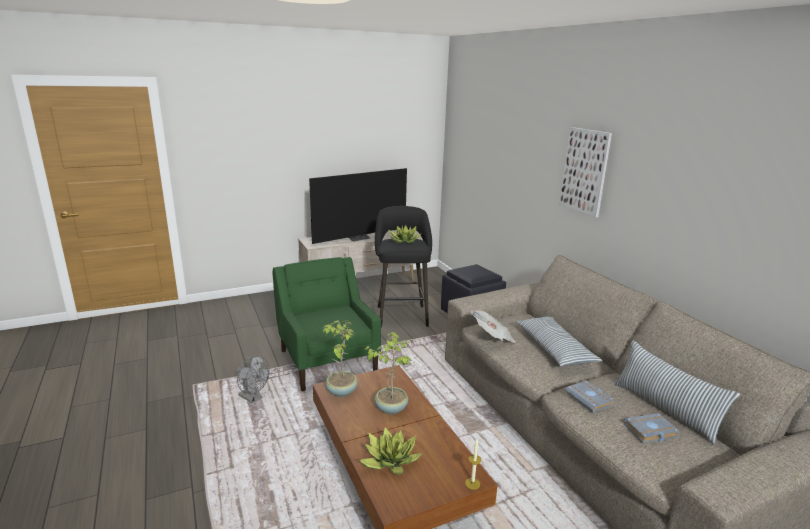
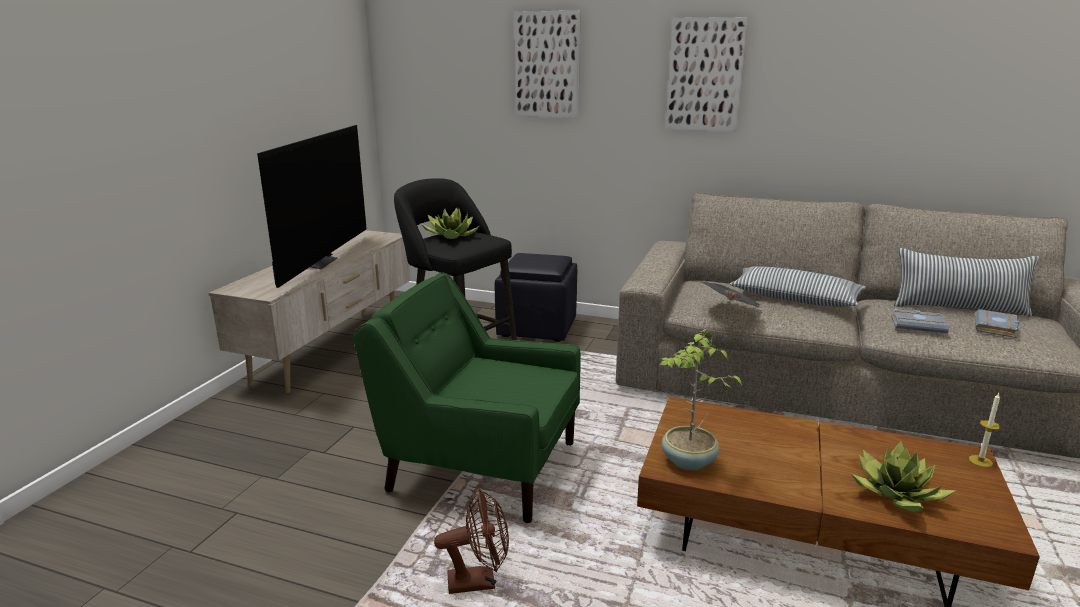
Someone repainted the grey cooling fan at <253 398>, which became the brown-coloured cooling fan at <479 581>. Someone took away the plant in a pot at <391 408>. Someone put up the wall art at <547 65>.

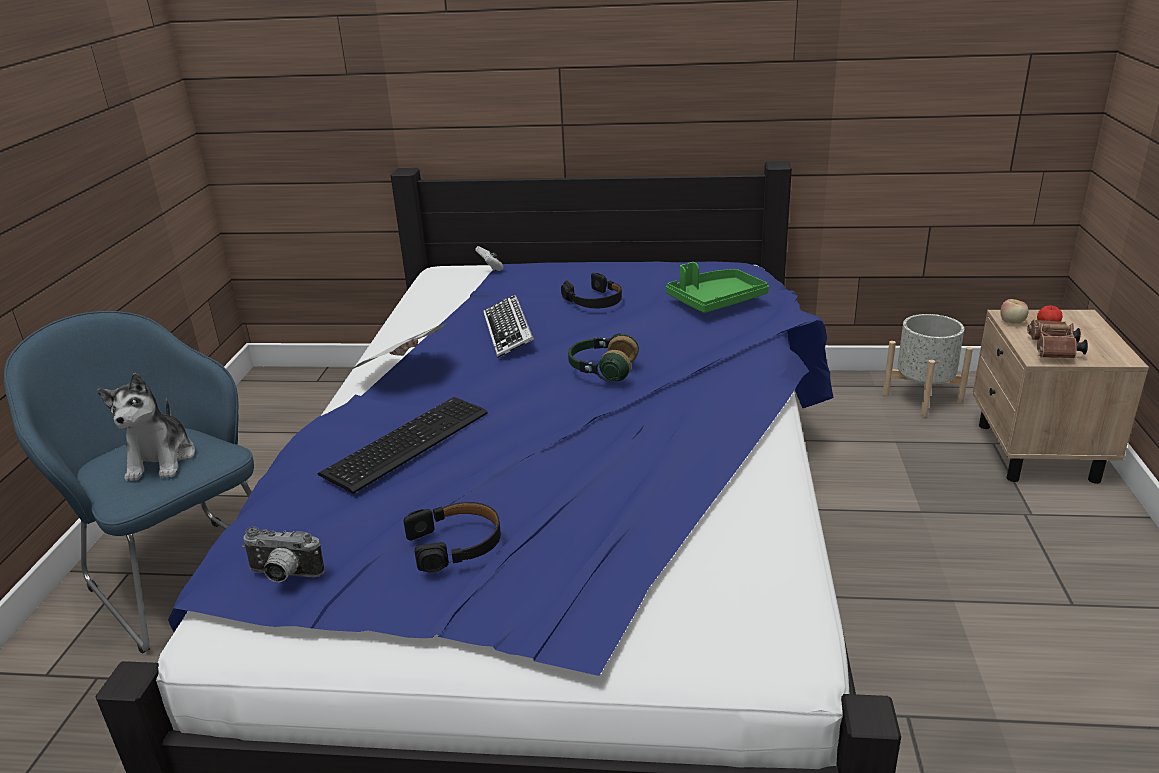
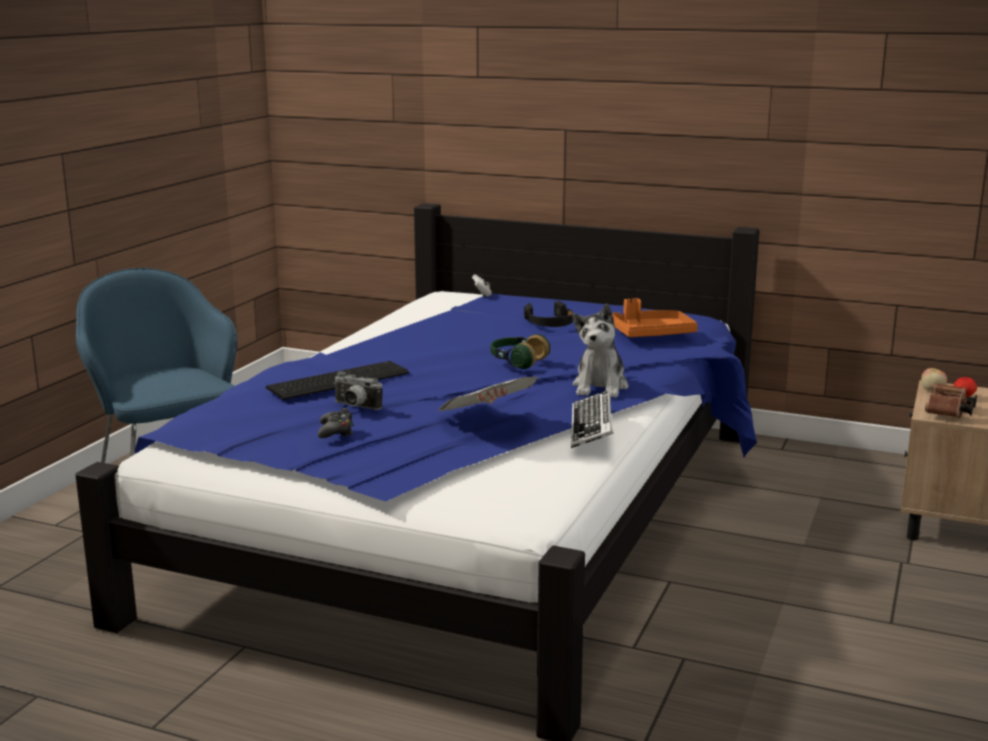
Someone carried the plush toy from <161 460> to <600 387>. Someone carried the still camera from <283 576> to <355 407>. Someone carried the printed paper from <401 371> to <487 420>. Someone swapped the black pair of headphones at <456 544> for the black gamepad at <336 431>. Someone carried the computer keyboard from <508 332> to <591 427>. Someone repainted the green-coloured carrying tray at <715 301>, which became the orangey carrying tray at <651 334>. Someone took away the grey plant pot at <922 398>.

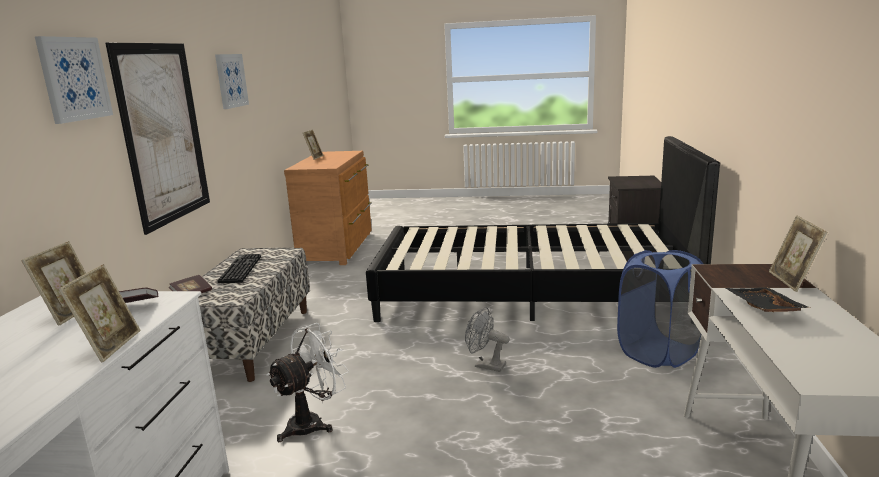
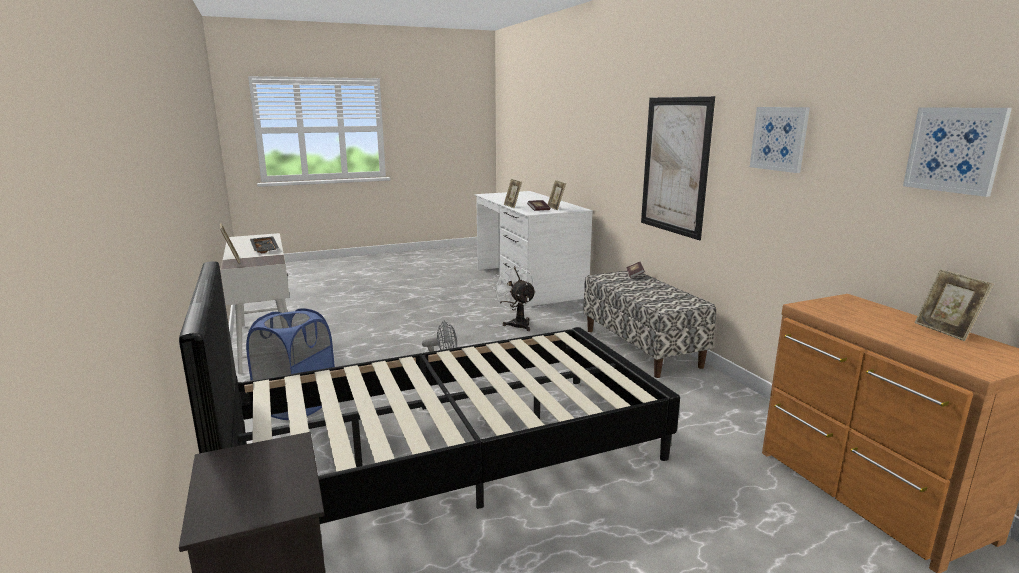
Someone carried the wall art from <74 79> to <954 150>. Someone took away the computer keyboard at <239 269>. Someone rotated the whitish cooling fan at <312 423> by 135 degrees clockwise.

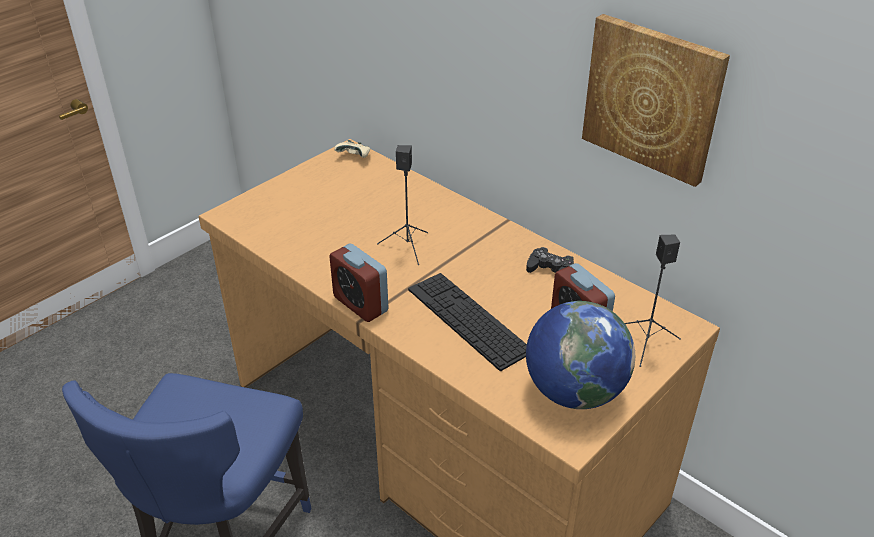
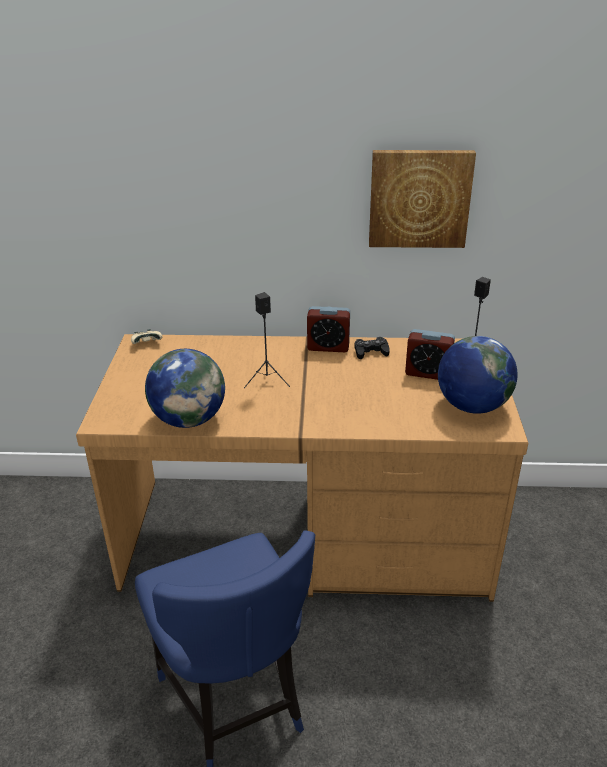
Someone carried the table clock from <360 304> to <328 347>. Someone took away the computer keyboard at <468 319>. Someone put down the desk globe at <189 419>.

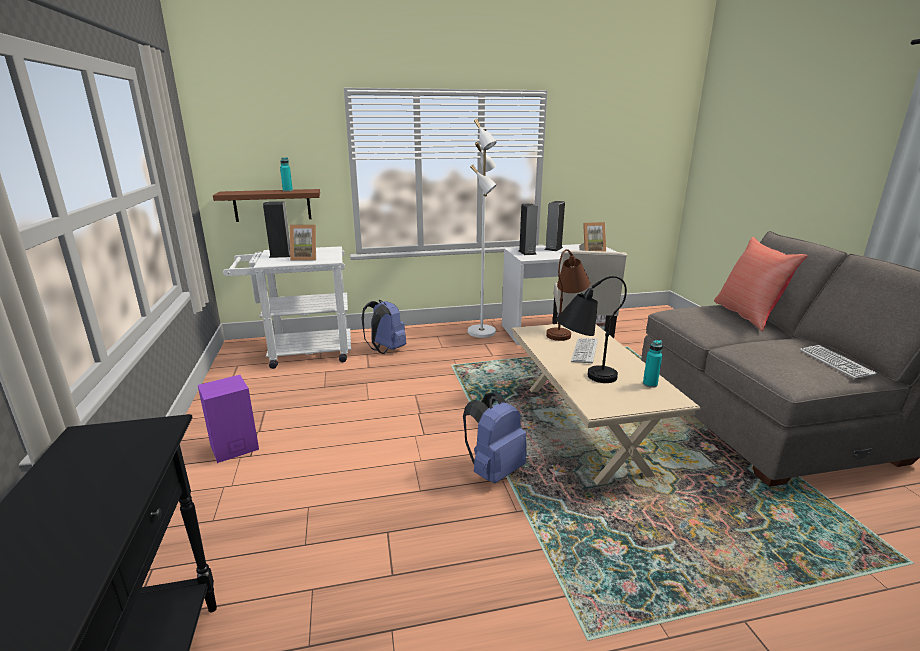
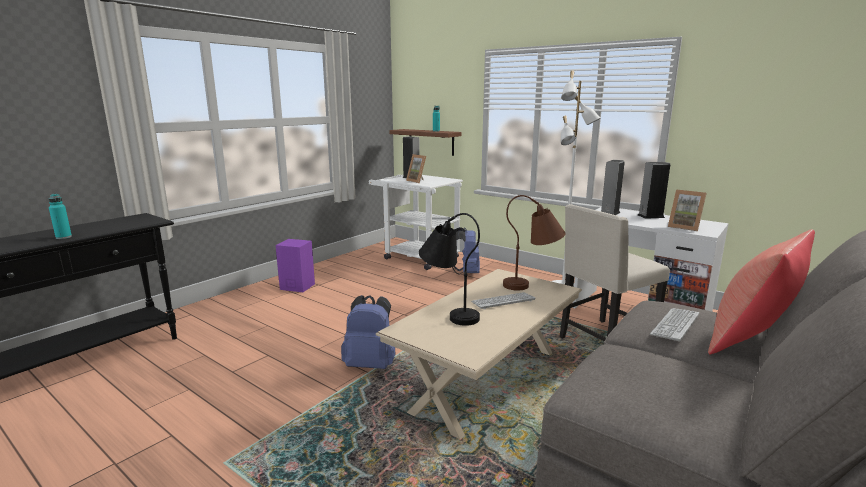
Someone carried the turquoise-coloured drink bottle from <650 384> to <63 237>. Someone carried the computer keyboard from <835 362> to <675 325>.

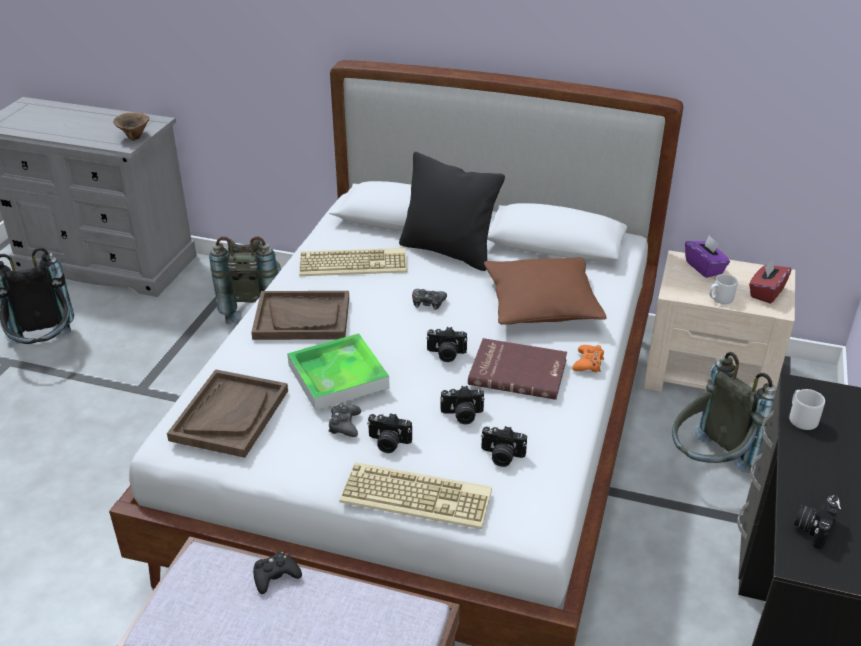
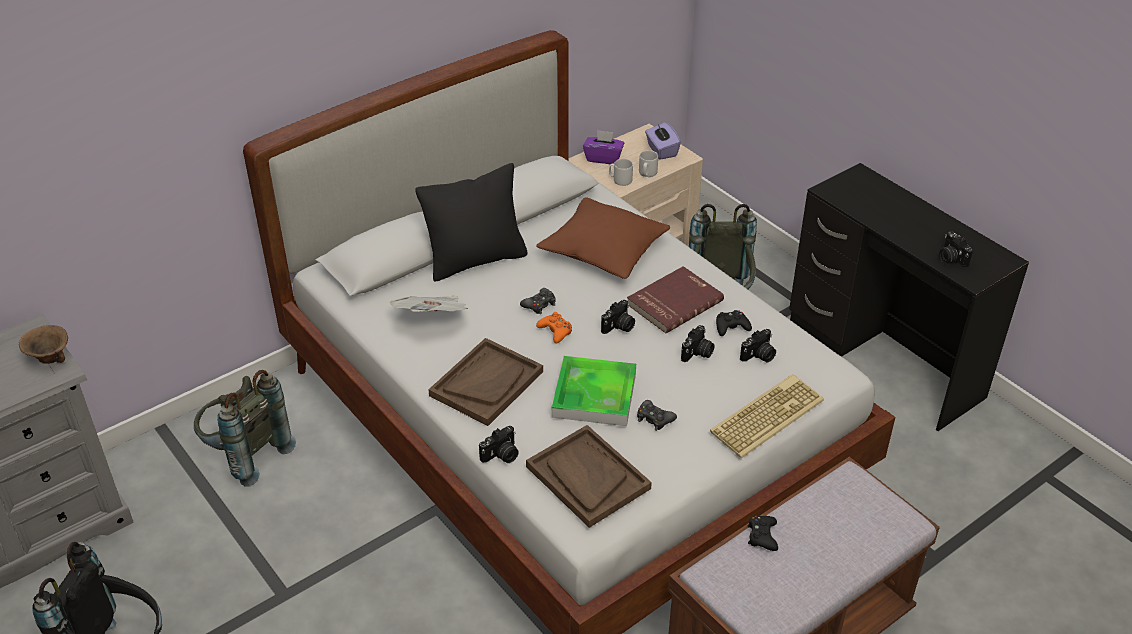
Someone swapped the computer keyboard at <354 263> for the printed paper at <433 319>. Someone carried the still camera from <388 443> to <501 455>. Someone carried the orangey gamepad from <588 363> to <555 331>. Someone repainted the red-coloured box of tissues at <766 292>, which became the purplish box of tissues at <661 150>. Someone carried the grey mug from <801 418> to <620 180>. Someone put down the black gamepad at <731 327>.

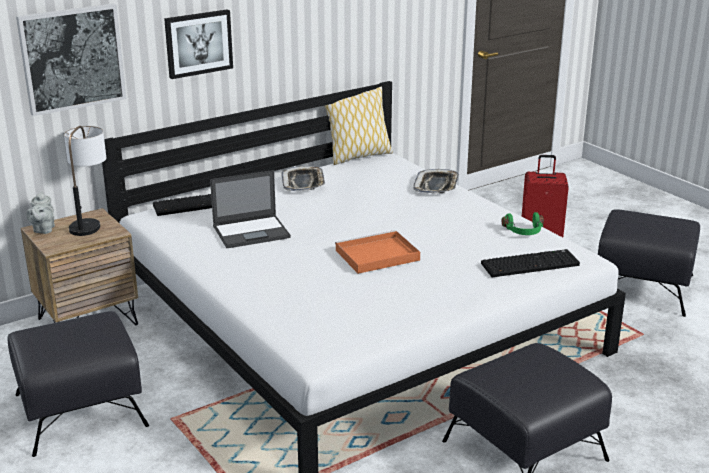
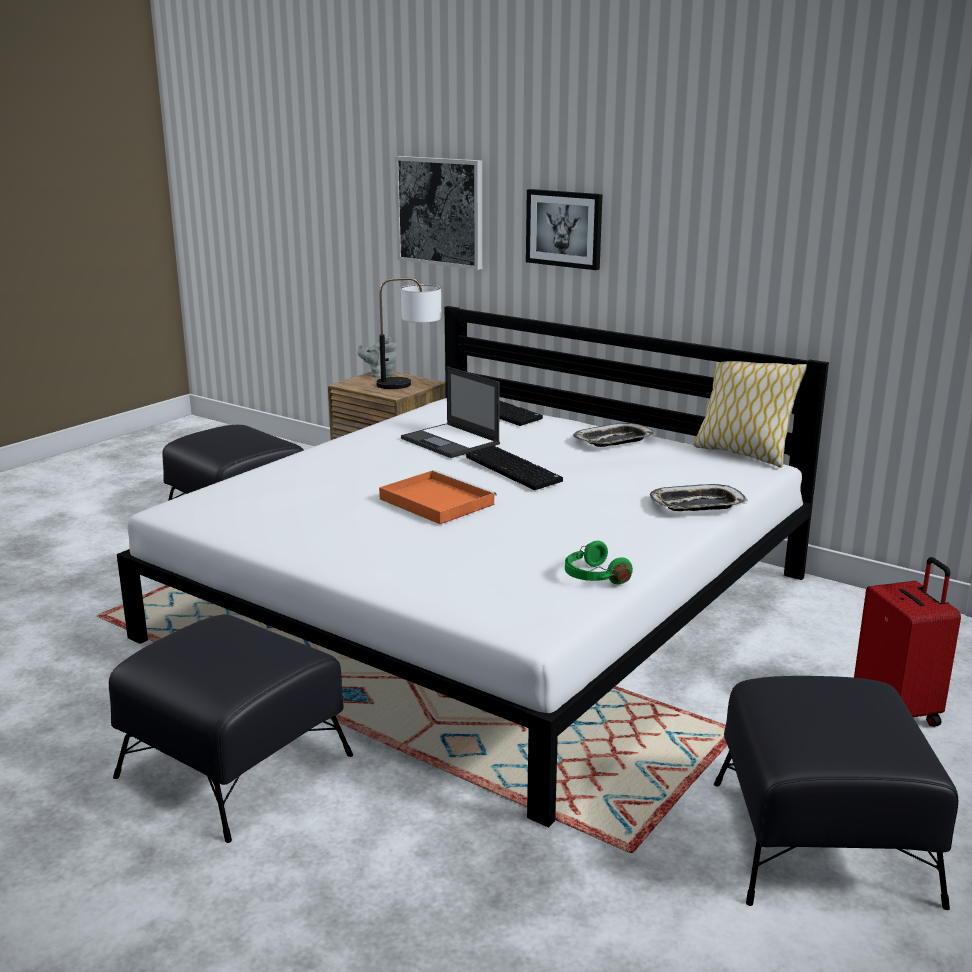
Someone carried the computer keyboard from <530 264> to <515 469>.

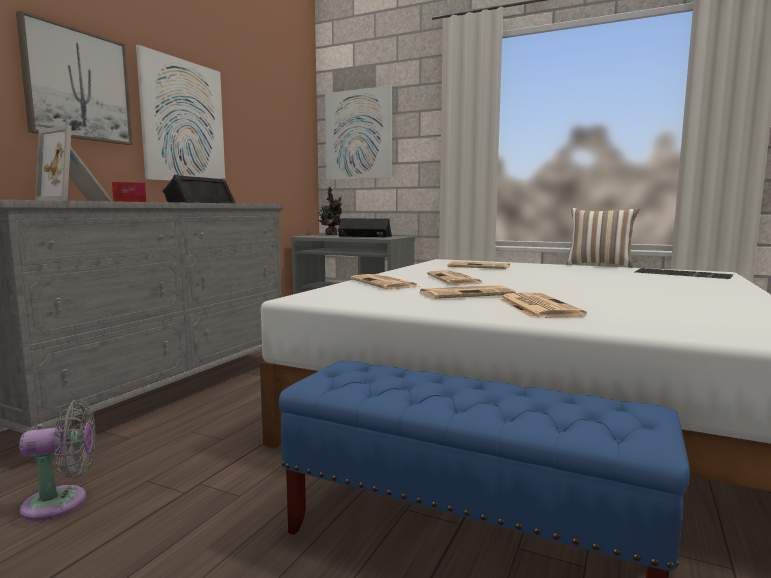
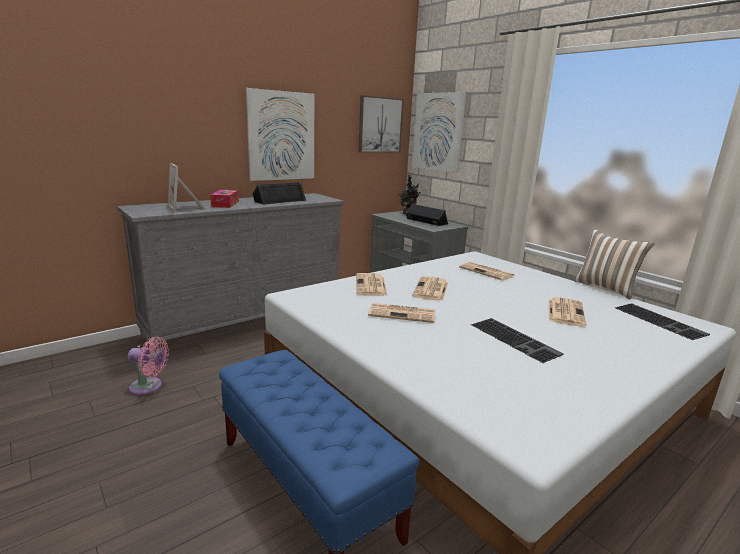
Someone carried the wall art from <77 85> to <380 125>. Someone repainted the grey cooling fan at <62 502>, which became the pink cooling fan at <149 387>. Someone carried the printed paper from <536 307> to <565 312>. Someone put down the computer keyboard at <516 339>.

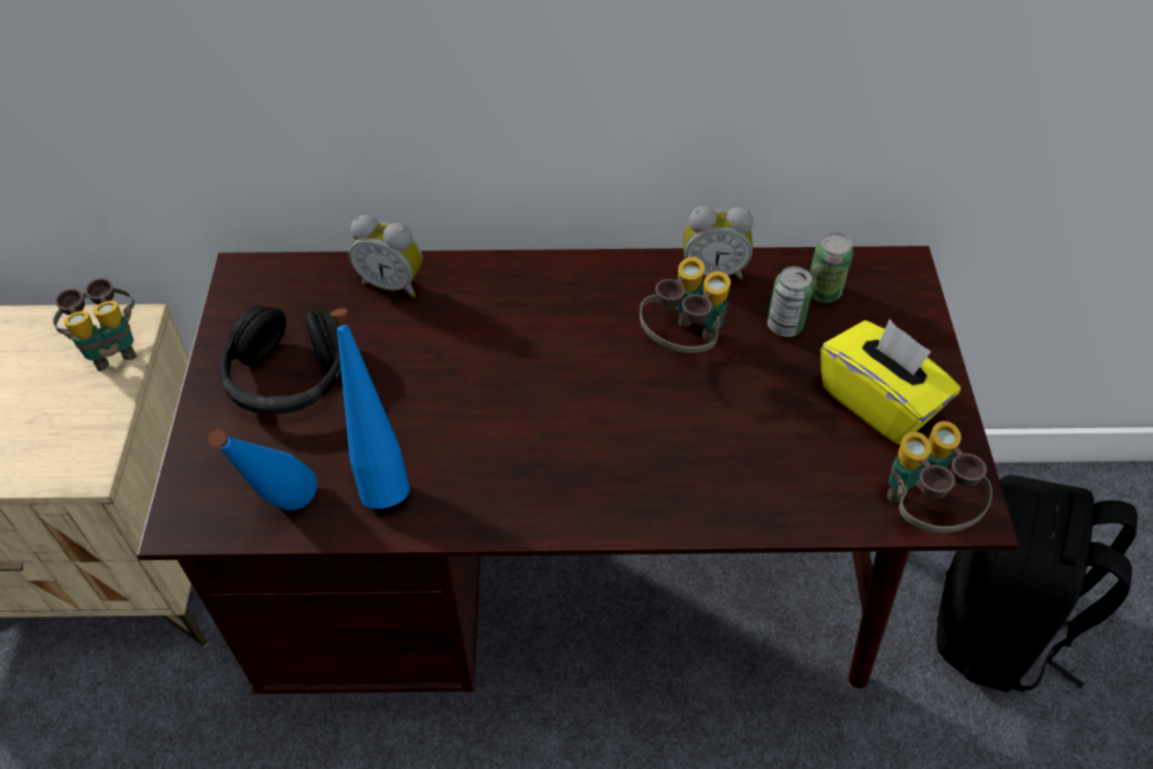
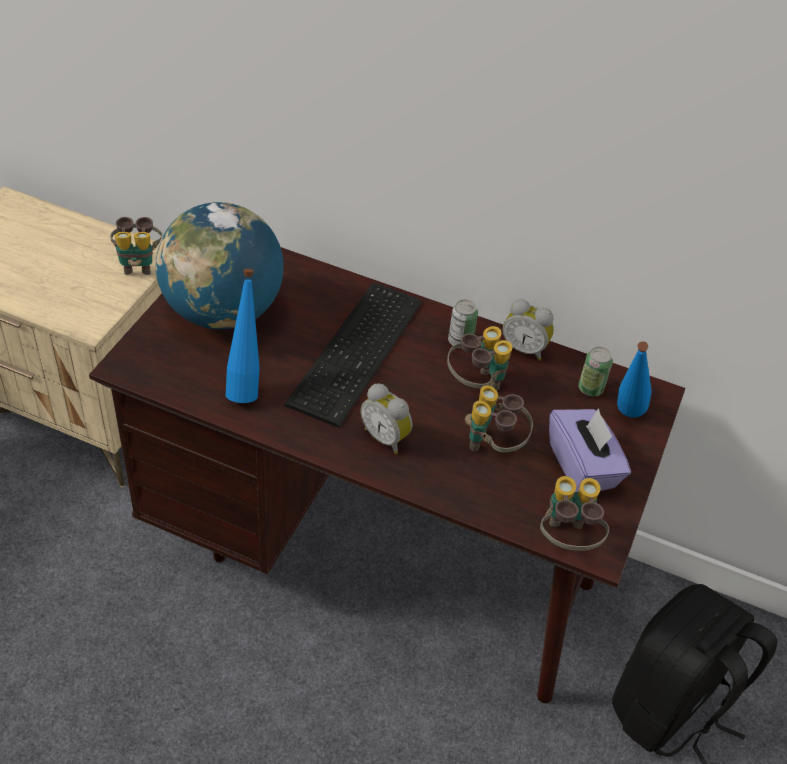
Someone carried the blue drink bottle from <285 516> to <623 418>. Someone swapped the black pair of headphones at <288 378> for the desk globe at <223 312>. Someone carried the table clock from <393 283> to <386 437>. Someone carried the sealed can from <784 325> to <460 341>. Someone repainted the yellow-coloured box of tissues at <879 401>, which became the purplish box of tissues at <582 466>. Someone put down the computer keyboard at <360 351>. Someone put down the binoculars at <493 445>.

